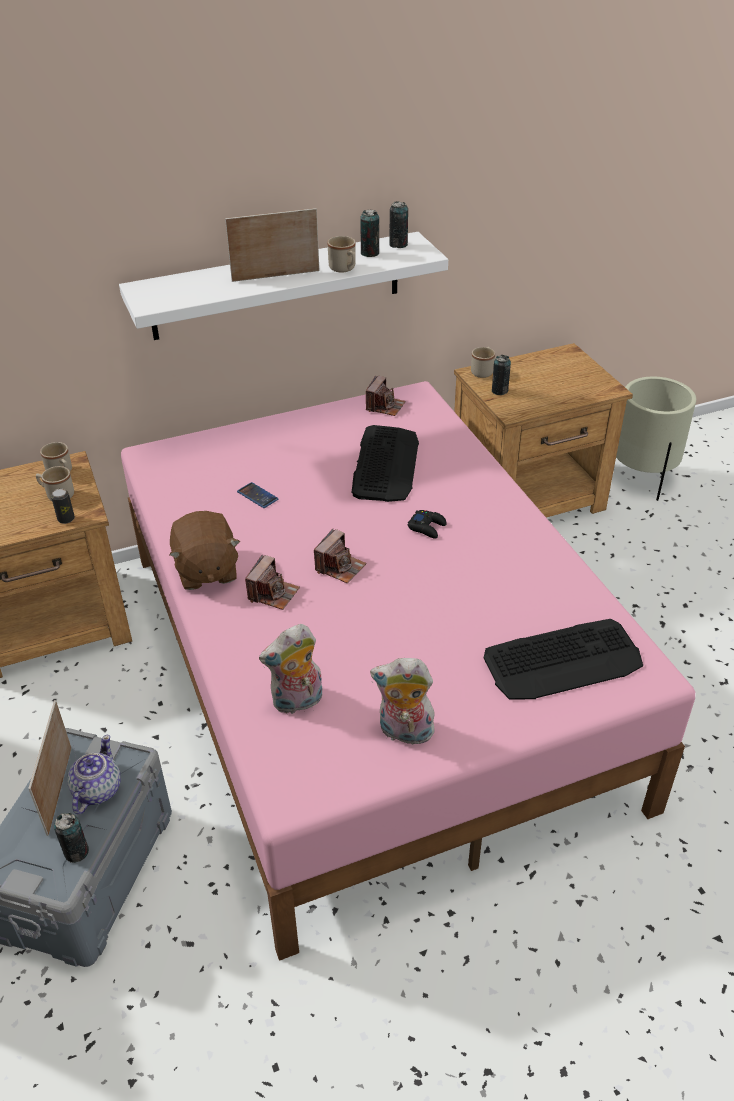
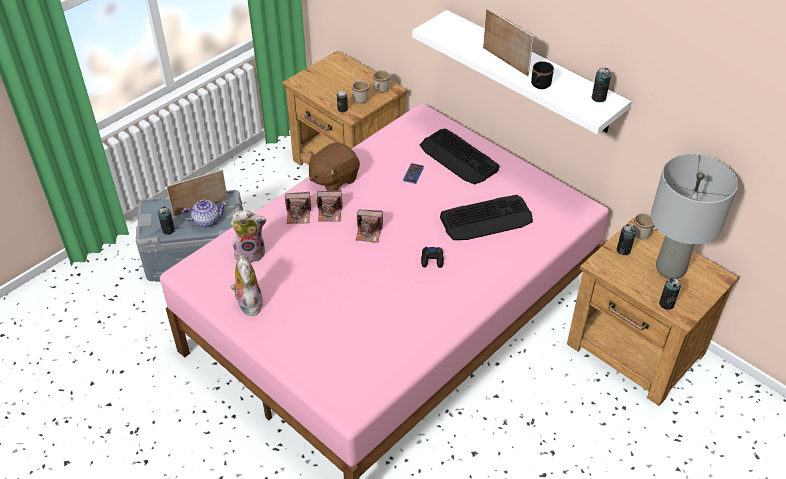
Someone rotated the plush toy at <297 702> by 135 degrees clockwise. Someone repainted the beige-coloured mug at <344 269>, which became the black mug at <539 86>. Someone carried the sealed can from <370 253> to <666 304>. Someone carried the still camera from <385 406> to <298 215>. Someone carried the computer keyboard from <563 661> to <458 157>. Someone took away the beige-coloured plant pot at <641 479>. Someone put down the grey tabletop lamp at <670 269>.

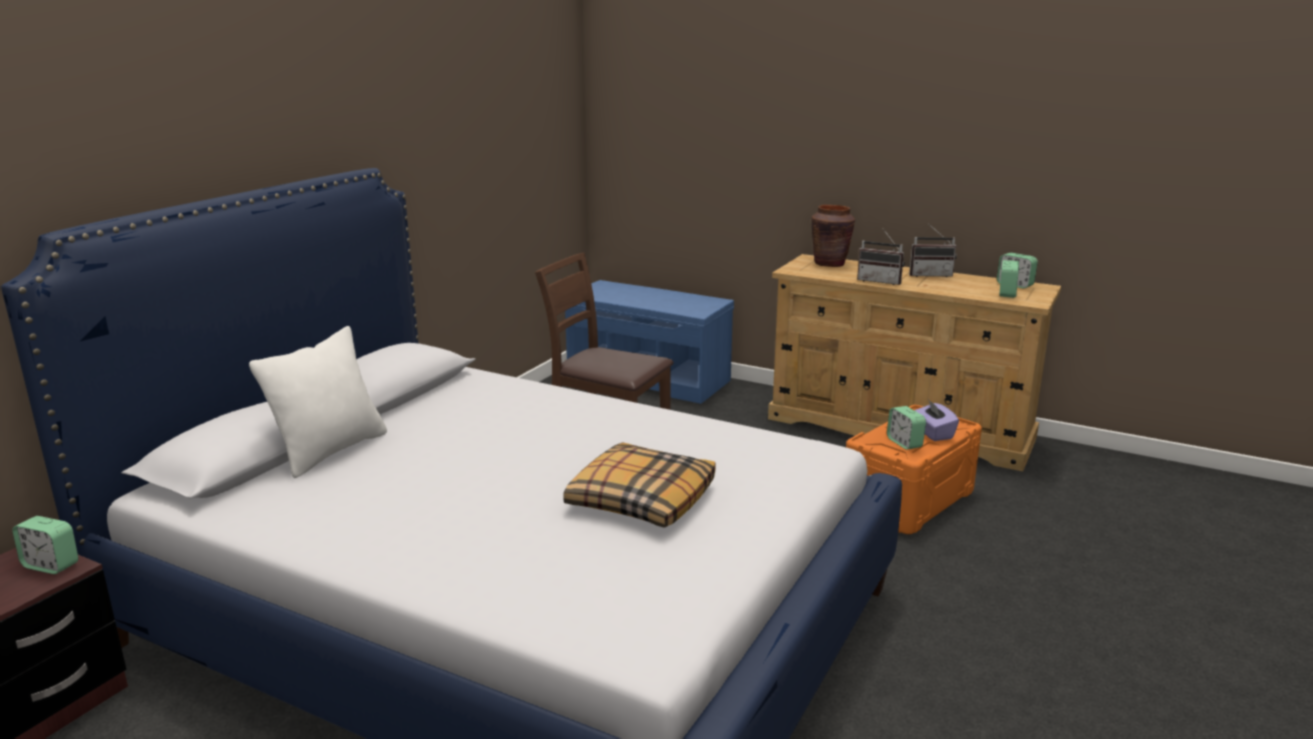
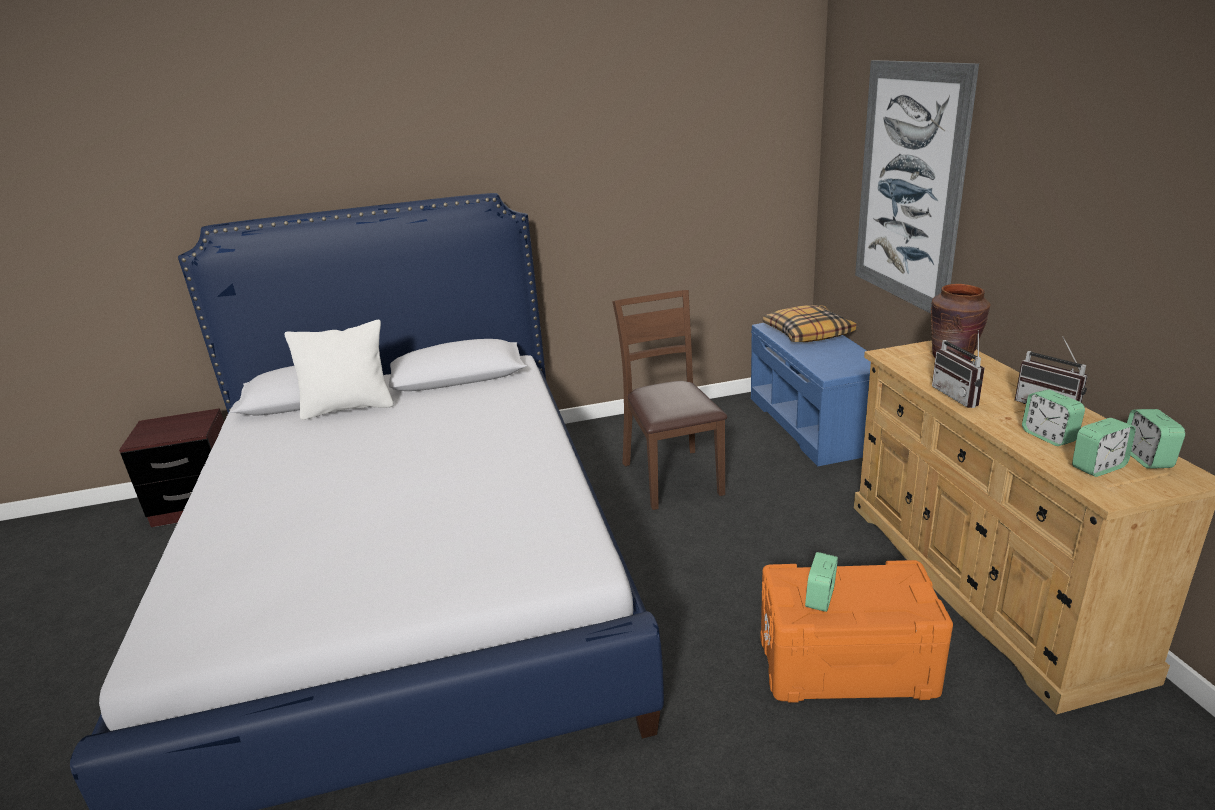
Someone carried the table clock from <51 565> to <1048 436>. Someone carried the pillow from <640 499> to <807 333>. Someone took away the purplish box of tissues at <933 433>. Someone put up the wall art at <909 185>.

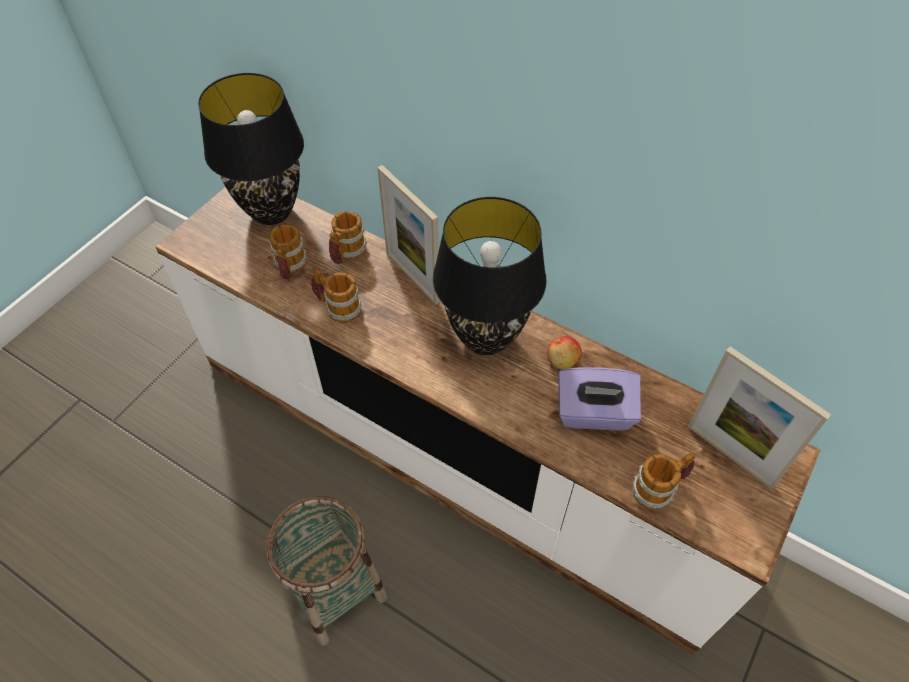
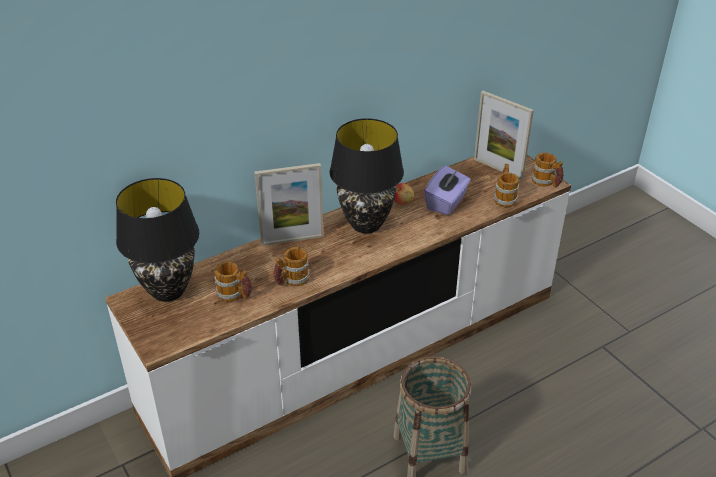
Someone carried the mug from <346 253> to <546 182>. Someone rotated the standing frame at <730 455> by 60 degrees clockwise.

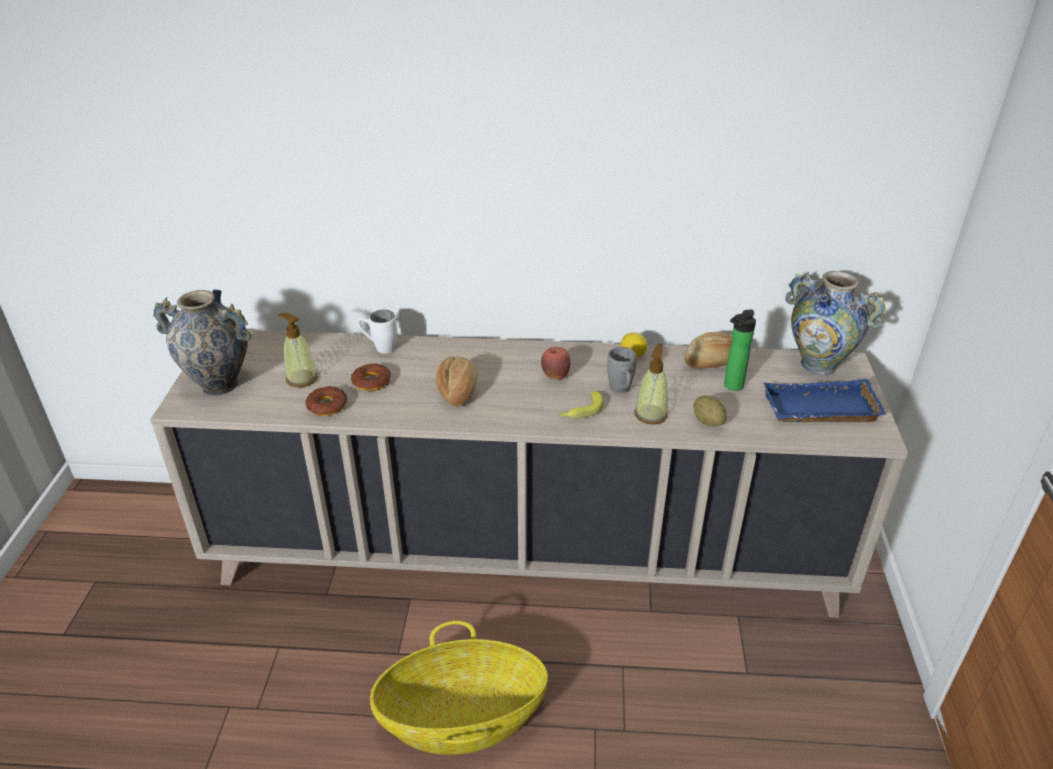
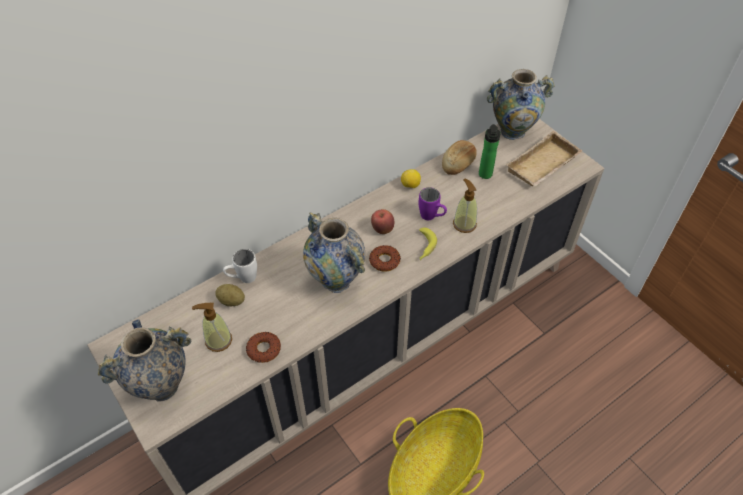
Someone carried the donut from <371 381> to <384 261>. Someone swapped the baked bread at <457 391> for the vase at <336 281>. Someone repainted the grey mug at <621 391>, which became the purplish mug at <432 217>. Someone carried the spud from <708 421> to <231 301>. Someone repainted the blue carrying tray at <819 411>, which became the beige-coloured carrying tray at <543 166>.

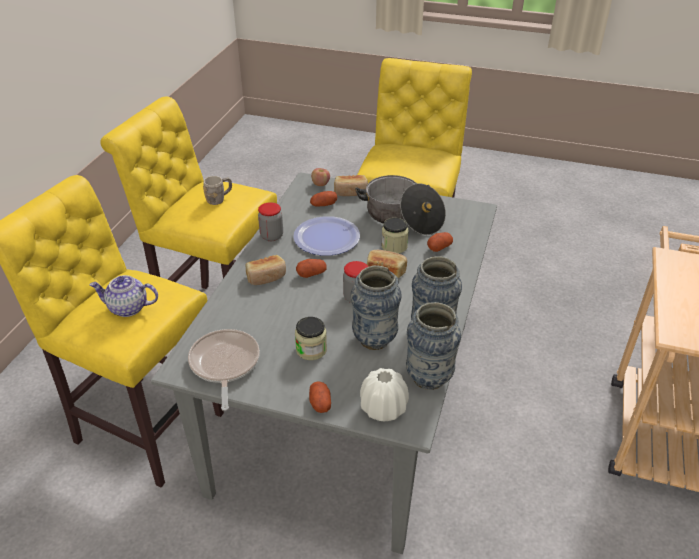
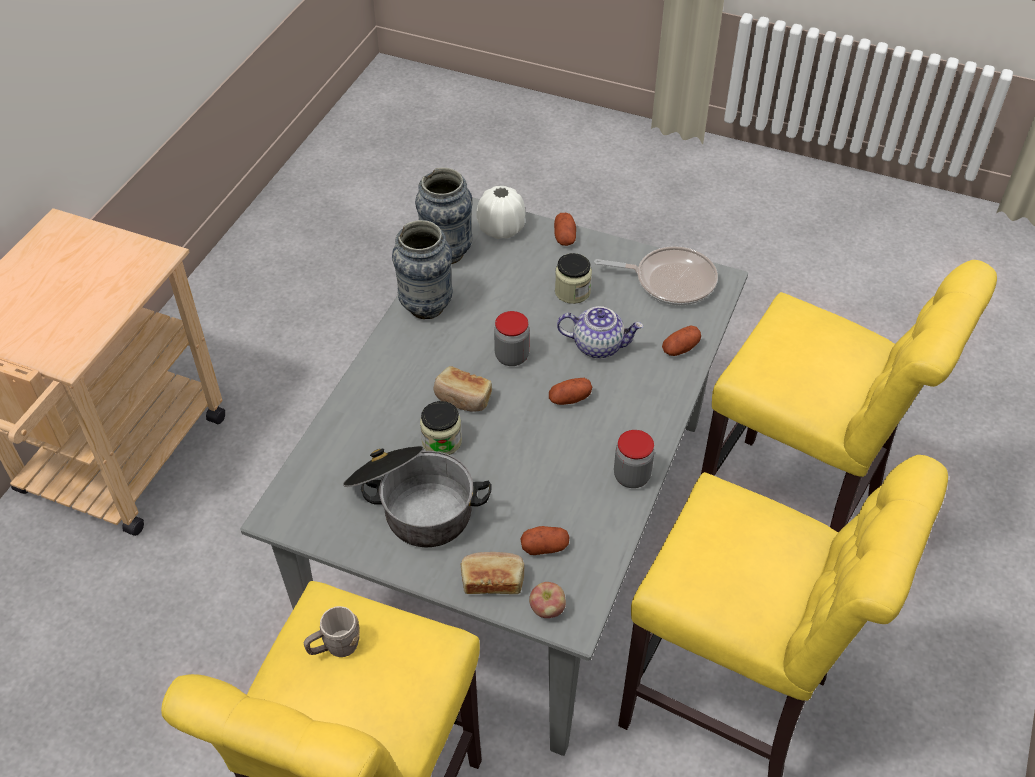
Someone carried the tea pot from <127 308> to <598 345>. Someone rotated the skillet at <224 365> by 75 degrees counterclockwise. Someone carried the grey mug from <219 199> to <335 647>. Someone took away the baked bread at <266 277>. Someone took away the plate at <326 237>. Someone took away the vase at <374 339>. Someone carried the spud from <439 247> to <680 348>.

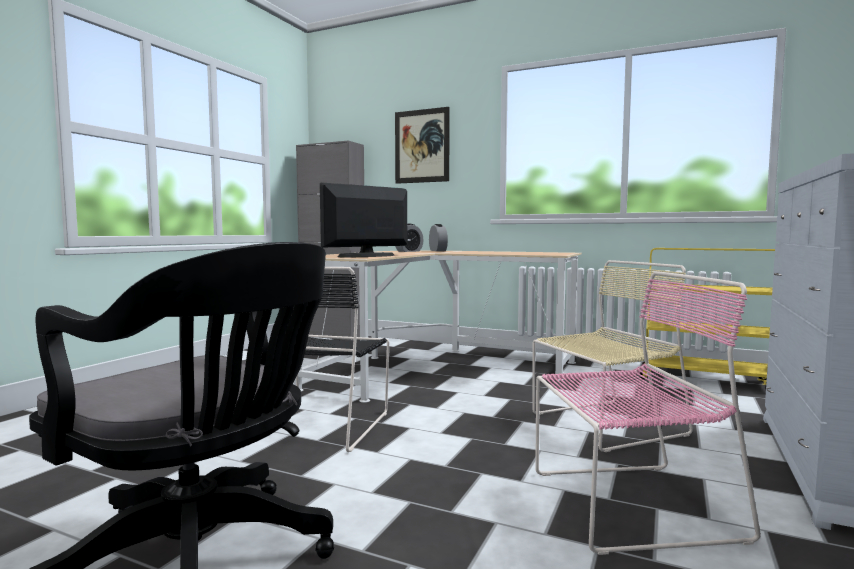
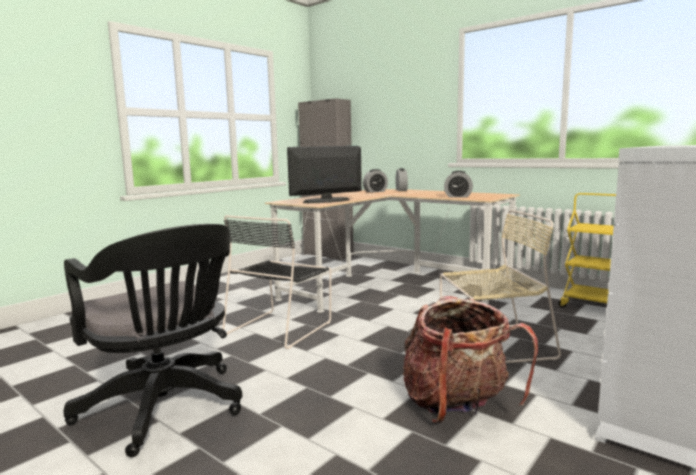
Someone took away the wall art at <421 146>. Someone swapped the pink upright chair at <626 504> for the backpack at <457 406>. Someone put down the table clock at <458 196>.

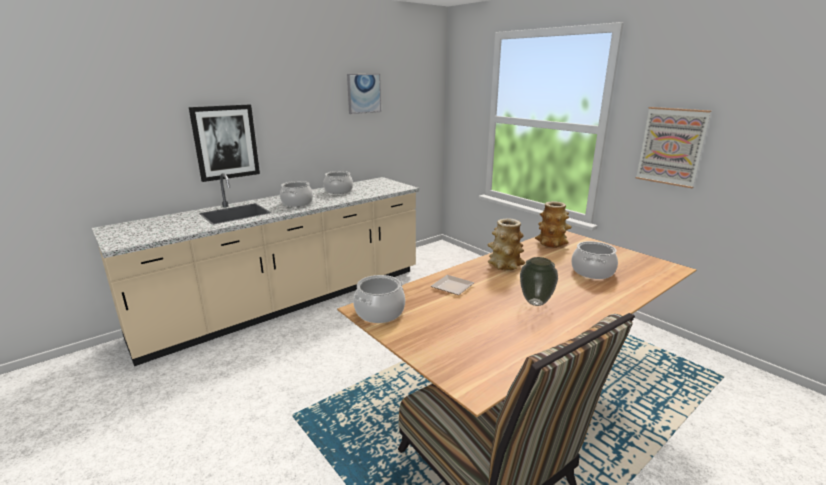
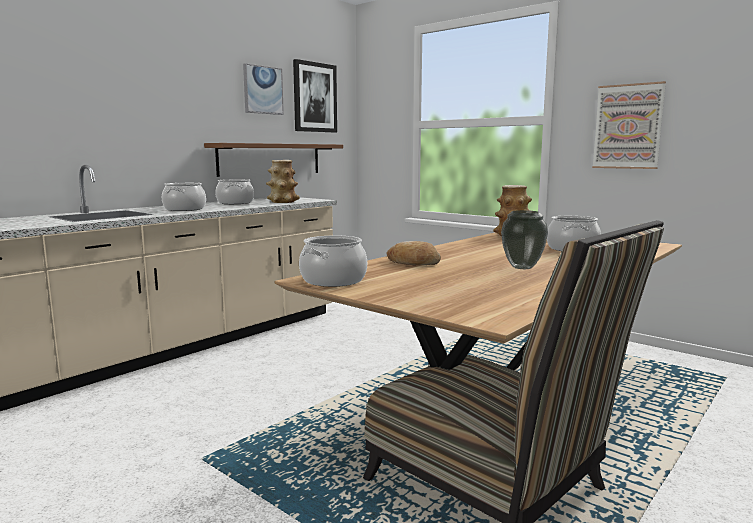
Someone carried the wall art from <225 142> to <314 97>. Someone swapped the plate at <450 287> for the baked bread at <413 263>. Someone carried the vase from <504 265> to <282 202>. Someone put up the brown-coloured bracket shelf at <270 159>.

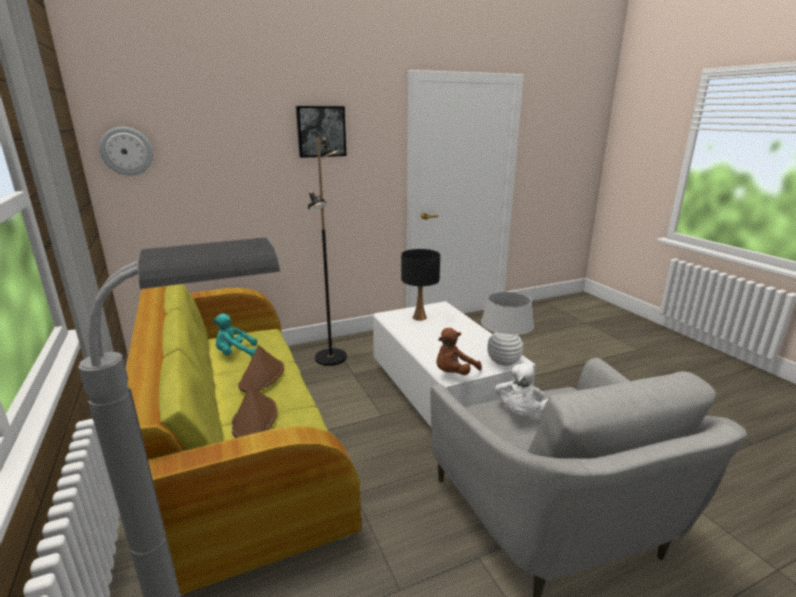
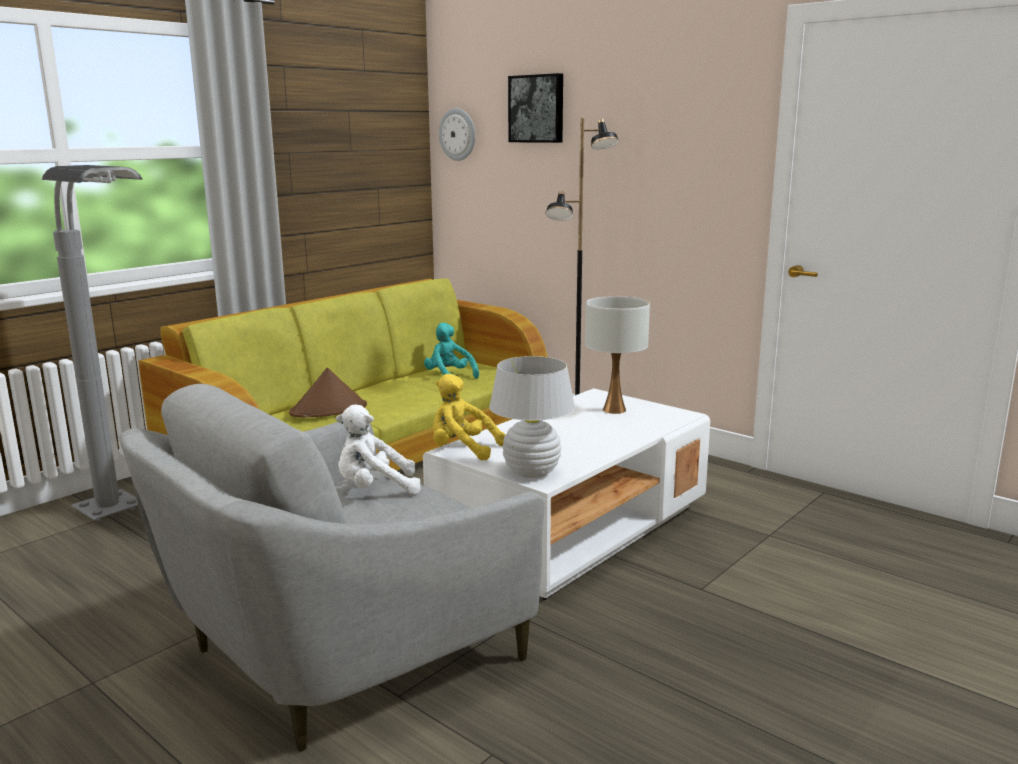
Someone took away the brown-coloured wearable hat at <262 376>. Someone carried the wall art from <321 131> to <537 109>. Someone repainted the black tabletop lamp at <419 318>, which became the whitish tabletop lamp at <614 410>. Someone repainted the brown-coloured plush toy at <454 373>, which became the yellow-coloured plush toy at <462 450>.

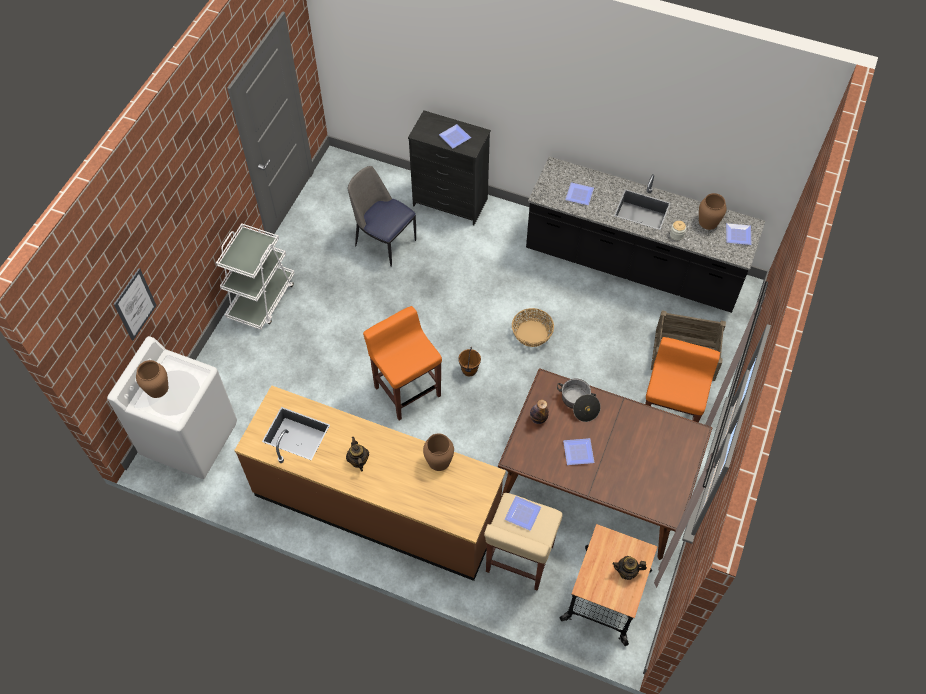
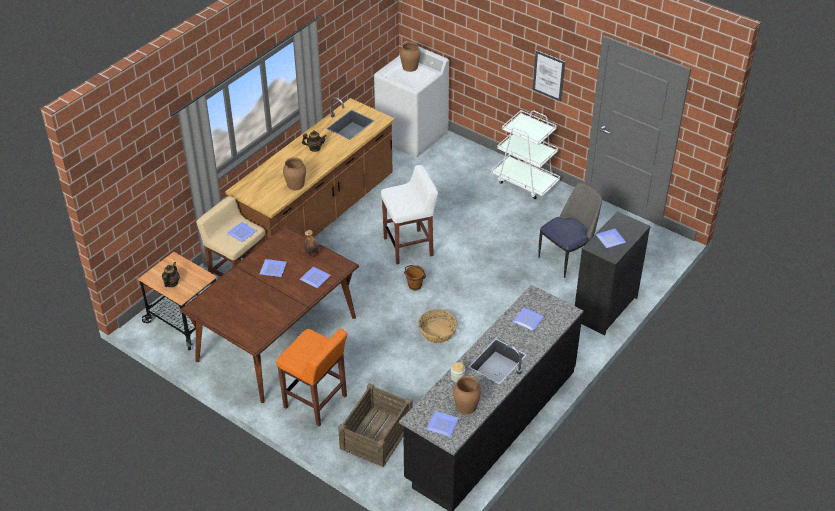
Someone carried the wall art from <135 304> to <548 75>. Someone repainted the orangey stool at <407 390>, which became the whitish stool at <409 247>. Someone swapped the cooking pot at <578 403> for the plate at <315 279>.

